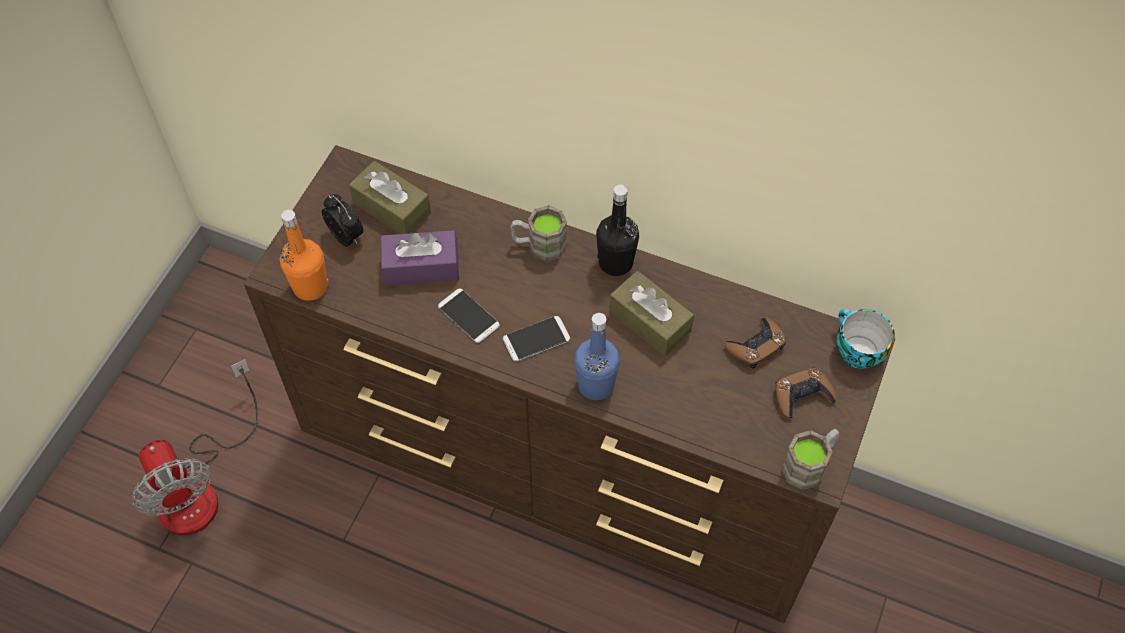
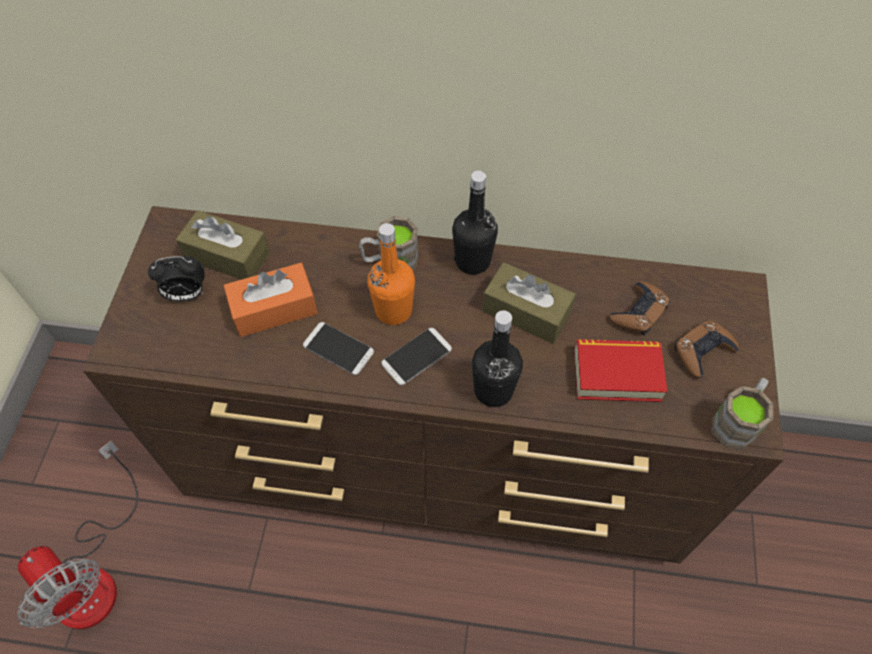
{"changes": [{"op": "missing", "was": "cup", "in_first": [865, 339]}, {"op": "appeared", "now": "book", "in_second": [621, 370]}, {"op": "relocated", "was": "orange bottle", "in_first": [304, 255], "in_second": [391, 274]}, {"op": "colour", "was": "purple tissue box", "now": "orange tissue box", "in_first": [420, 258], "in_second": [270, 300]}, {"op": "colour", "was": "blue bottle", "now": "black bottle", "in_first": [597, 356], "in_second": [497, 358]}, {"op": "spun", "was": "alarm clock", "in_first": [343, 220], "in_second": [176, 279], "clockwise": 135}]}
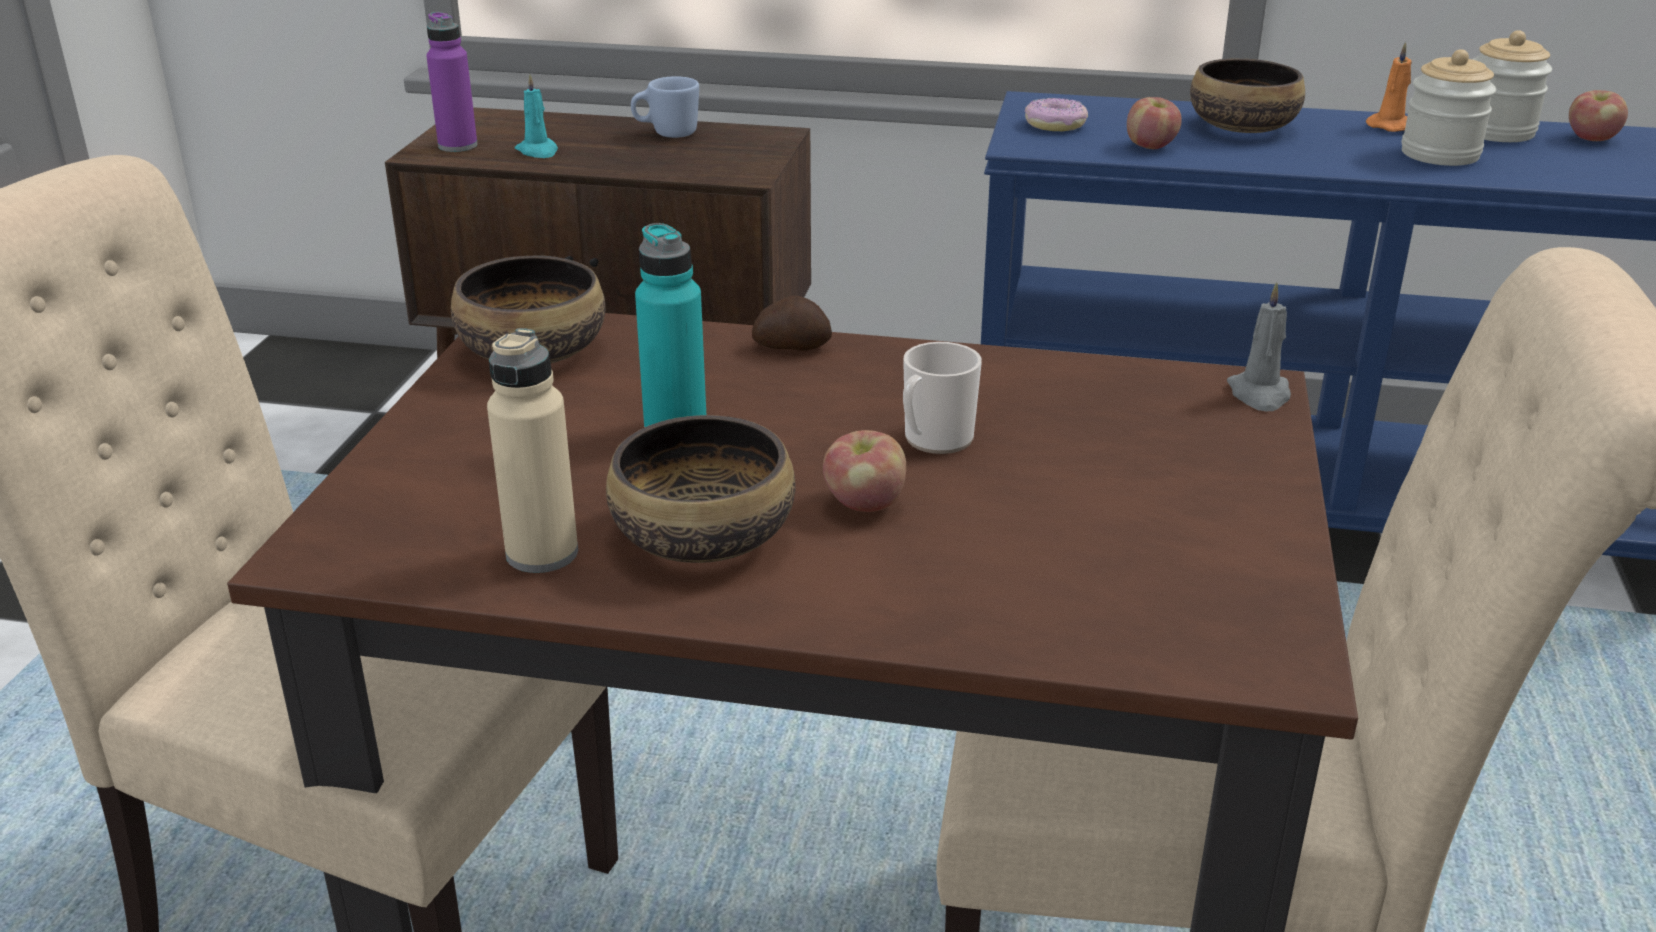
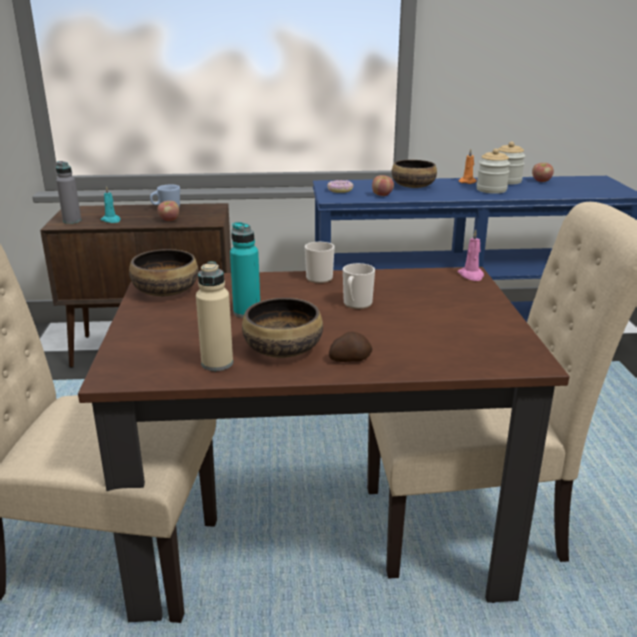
{"changes": [{"op": "appeared", "now": "mug", "in_second": [320, 262]}, {"op": "relocated", "was": "potato", "in_first": [792, 323], "in_second": [350, 347]}, {"op": "relocated", "was": "apple", "in_first": [864, 471], "in_second": [168, 211]}, {"op": "colour", "was": "purple bottle", "now": "grey bottle", "in_first": [452, 82], "in_second": [68, 192]}, {"op": "colour", "was": "grey candle", "now": "pink candle", "in_first": [1259, 346], "in_second": [471, 255]}]}
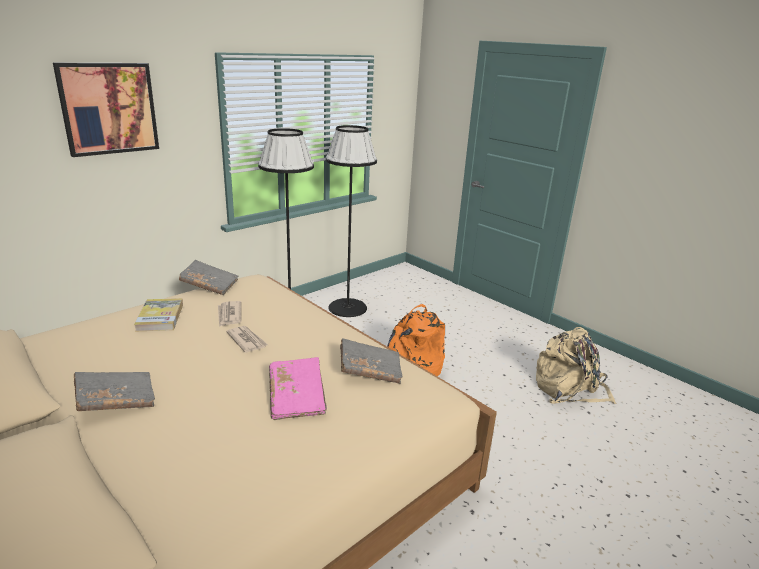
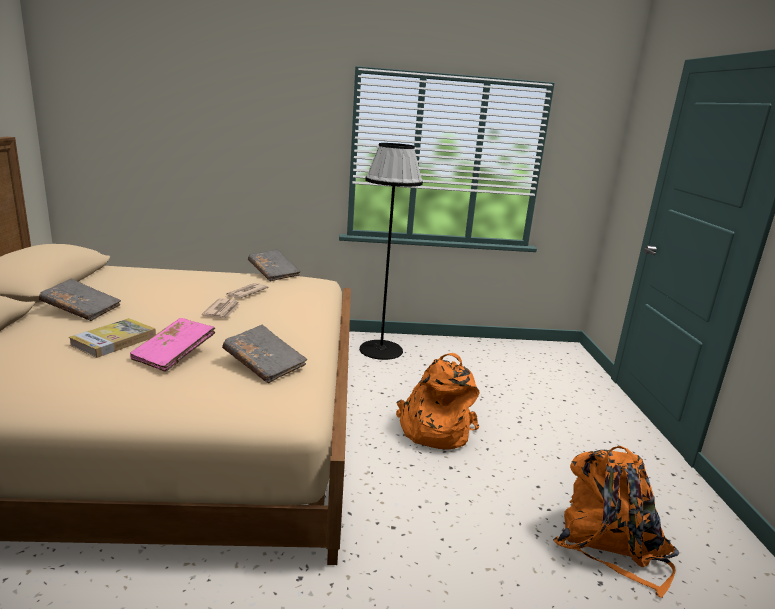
{"changes": [{"op": "missing", "was": "picture", "in_first": [106, 110]}, {"op": "missing", "was": "black floor lamp", "in_first": [351, 221]}, {"op": "relocated", "was": "book", "in_first": [158, 315], "in_second": [112, 338]}, {"op": "colour", "was": "beige backpack", "now": "orange backpack", "in_first": [576, 365], "in_second": [616, 522]}]}
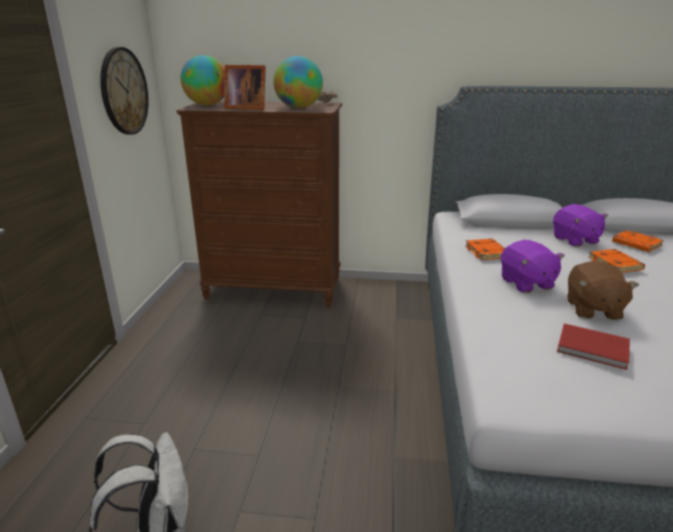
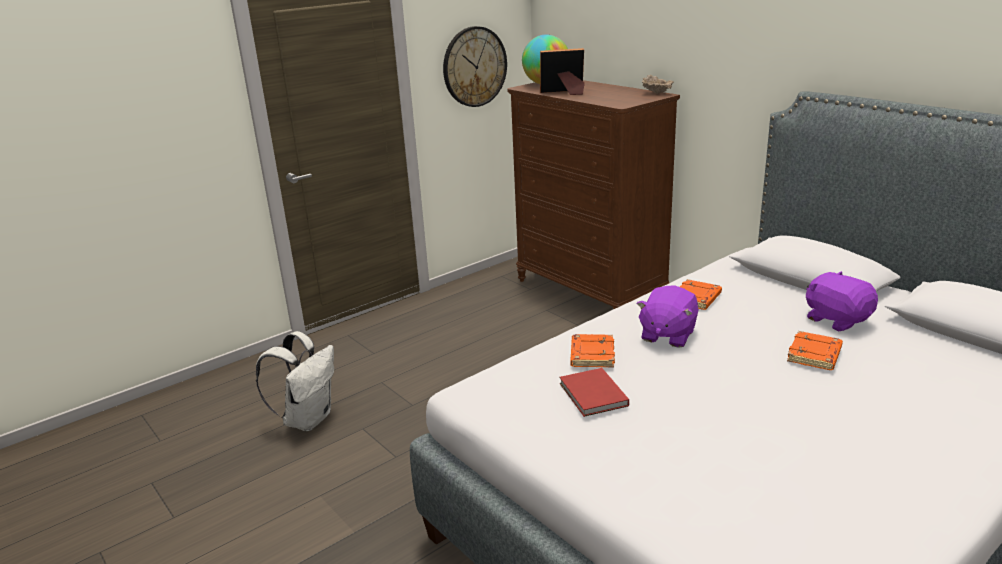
{"changes": [{"op": "missing", "was": "globe", "in_first": [298, 82]}, {"op": "missing", "was": "brown plush toy", "in_first": [603, 290]}, {"op": "relocated", "was": "orange book", "in_first": [638, 241], "in_second": [592, 351]}, {"op": "spun", "was": "picture frame", "in_first": [245, 87], "in_second": [562, 71], "clockwise": 120}, {"op": "spun", "was": "purple plush toy", "in_first": [580, 225], "in_second": [842, 301], "clockwise": 120}]}
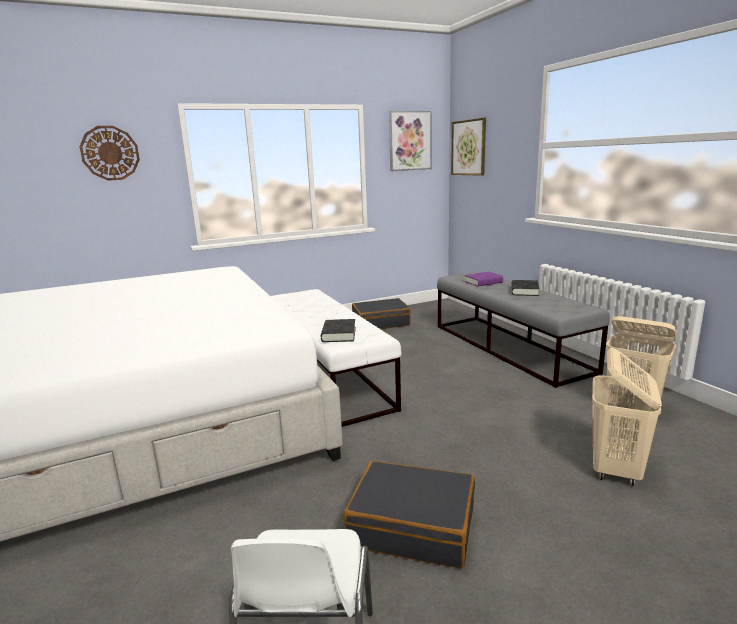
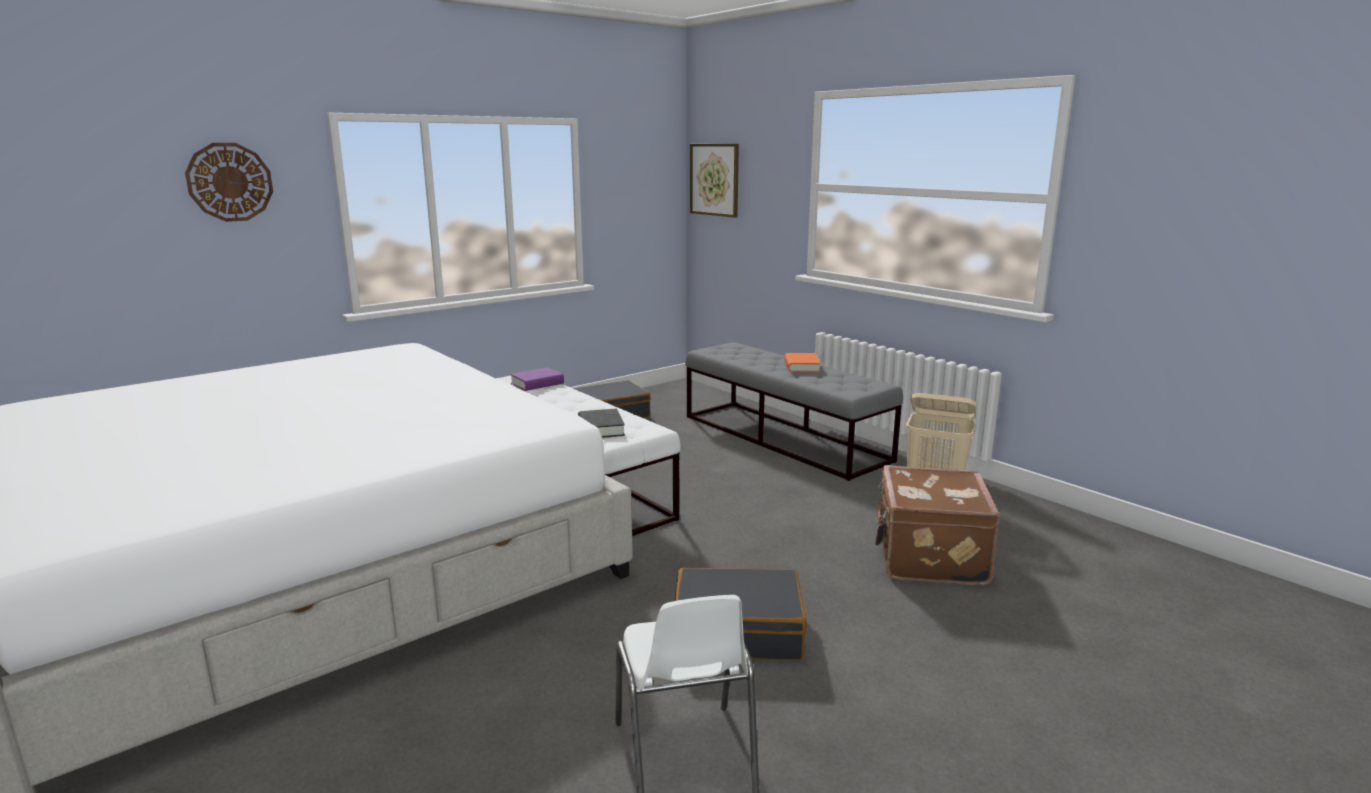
{"changes": [{"op": "missing", "was": "picture", "in_first": [410, 141]}, {"op": "relocated", "was": "purple book", "in_first": [484, 279], "in_second": [537, 379]}, {"op": "exchanged", "was": "beige laundry basket", "now": "brown suitcase", "in_first": [627, 417], "in_second": [937, 525]}, {"op": "colour", "was": "black book", "now": "orange book", "in_first": [525, 288], "in_second": [802, 362]}]}
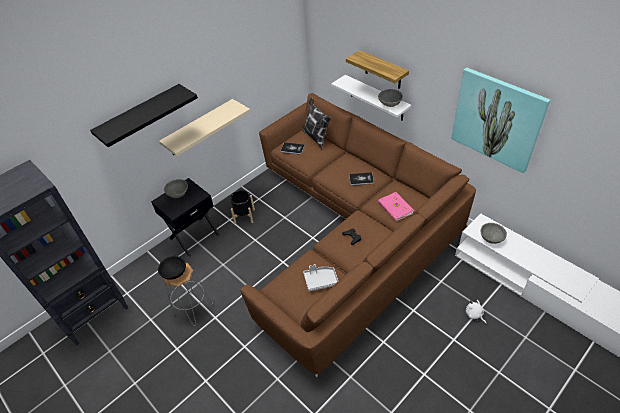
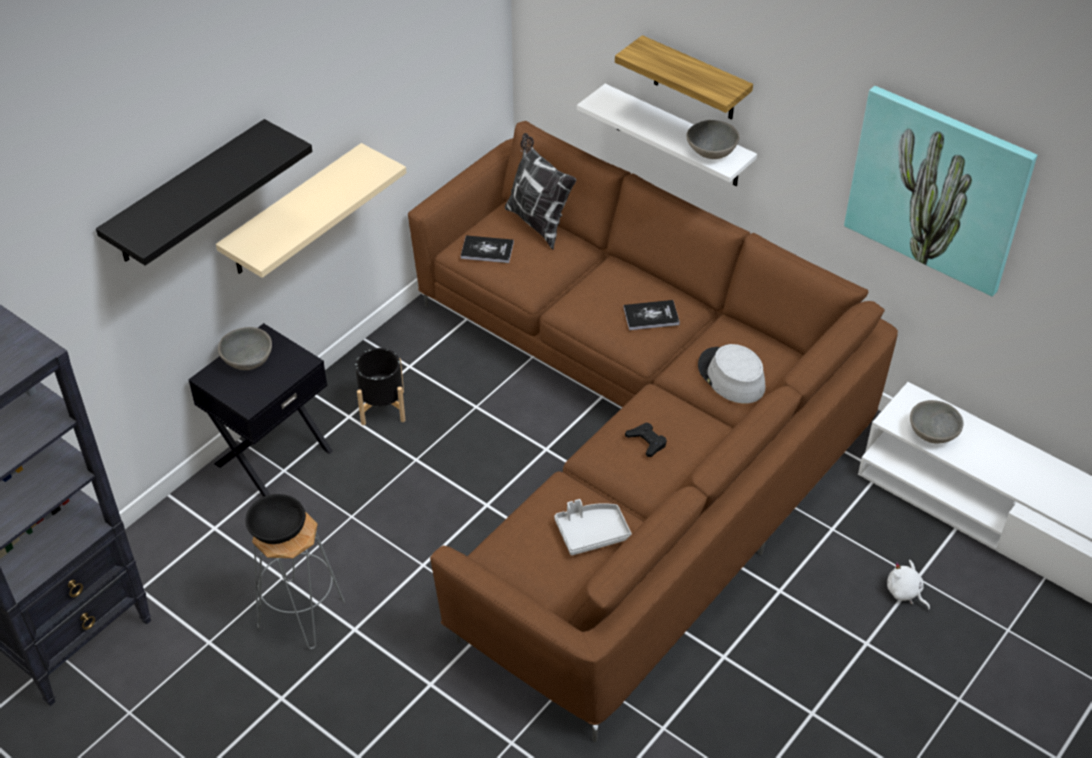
{"changes": [{"op": "exchanged", "was": "pink book", "now": "grey hat", "in_first": [396, 207], "in_second": [731, 374]}]}
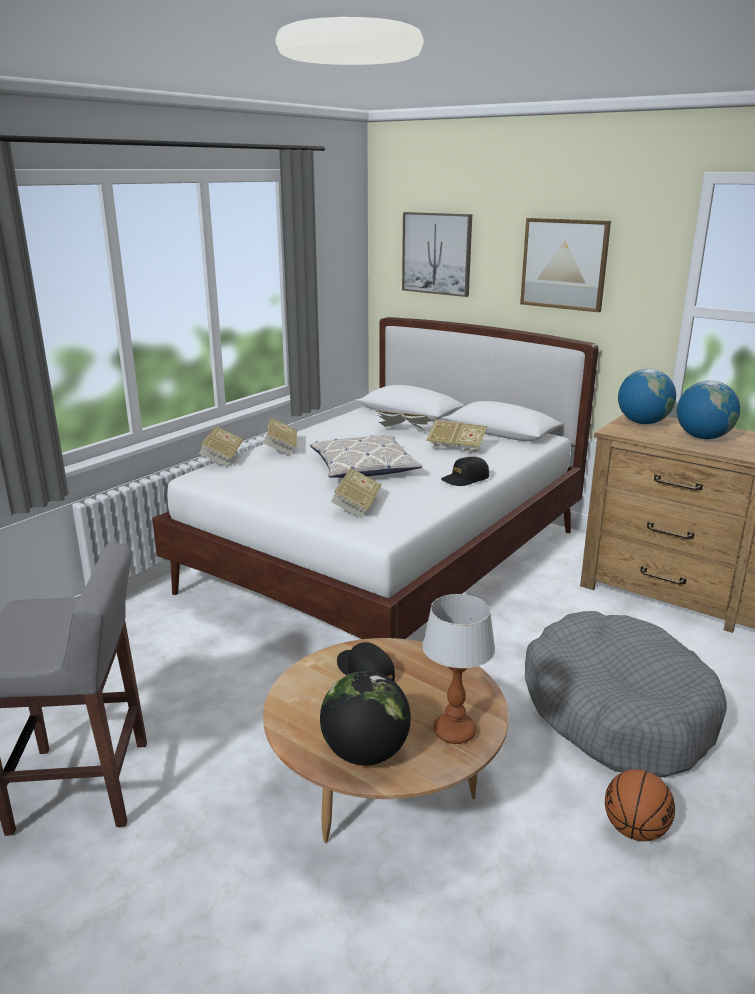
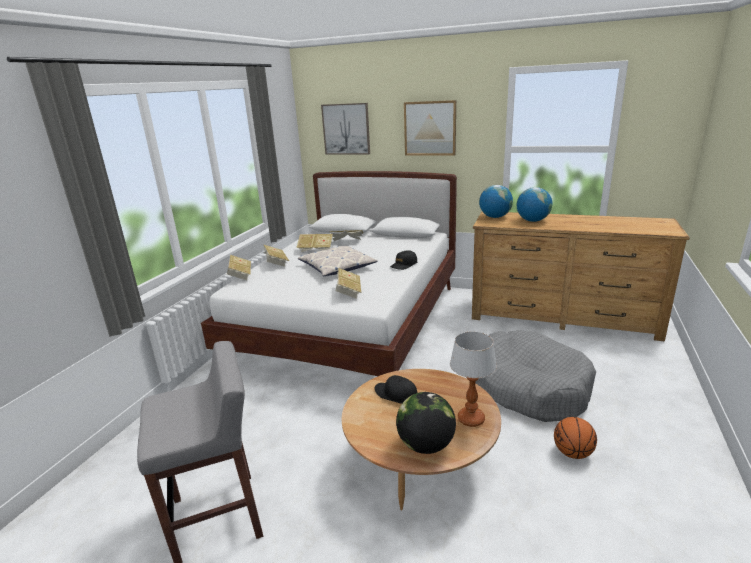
{"changes": [{"op": "relocated", "was": "book", "in_first": [456, 437], "in_second": [314, 243]}]}
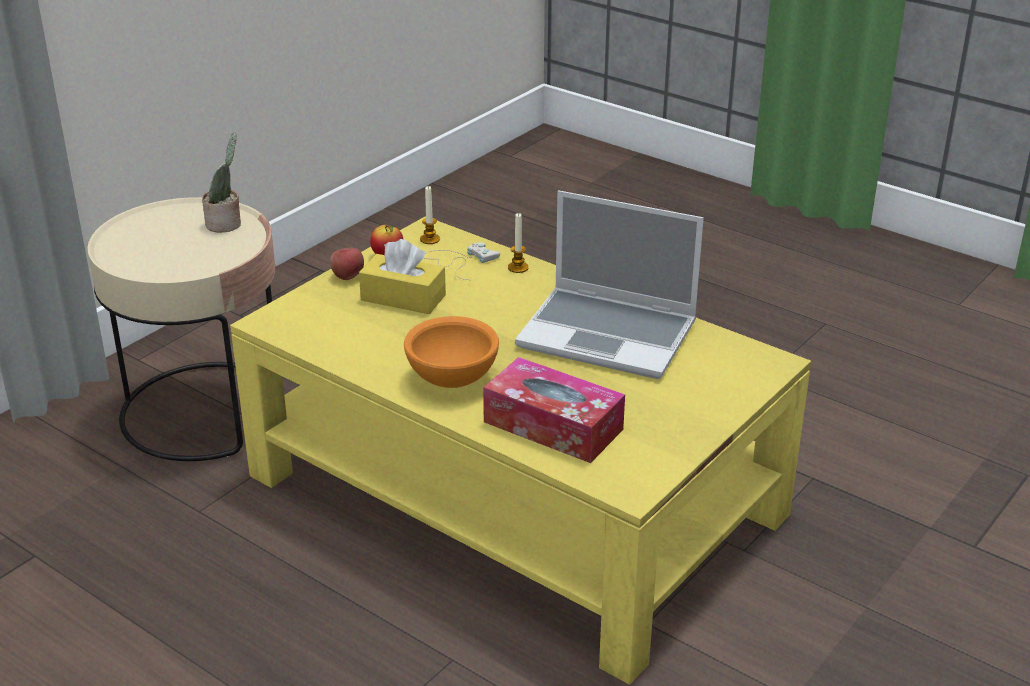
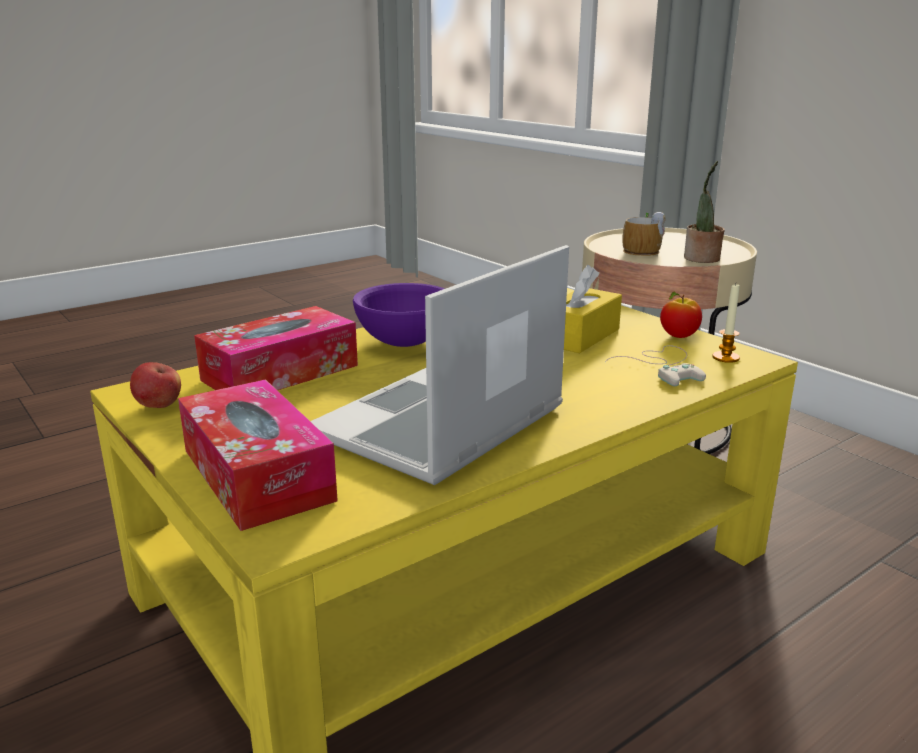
{"changes": [{"op": "missing", "was": "candle", "in_first": [518, 243]}, {"op": "appeared", "now": "tissue box", "in_second": [258, 455]}, {"op": "appeared", "now": "mug", "in_second": [644, 233]}, {"op": "relocated", "was": "apple", "in_first": [347, 264], "in_second": [155, 385]}, {"op": "colour", "was": "orange bowl", "now": "purple bowl", "in_first": [451, 352], "in_second": [398, 315]}]}
